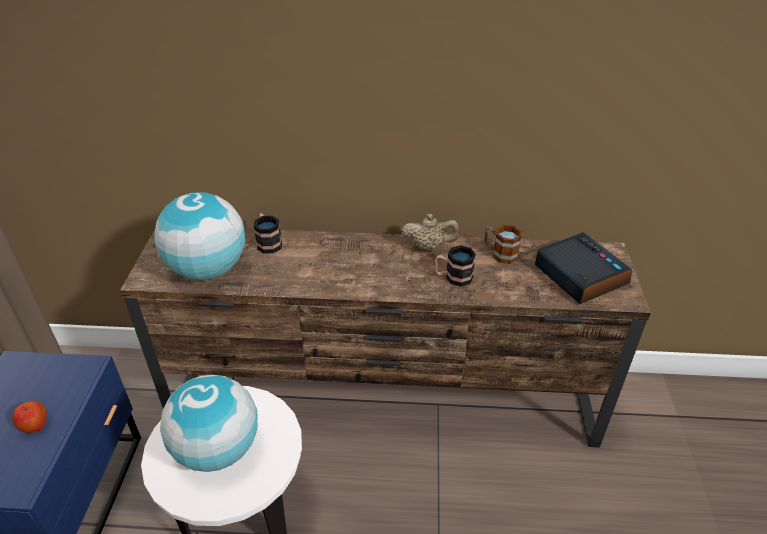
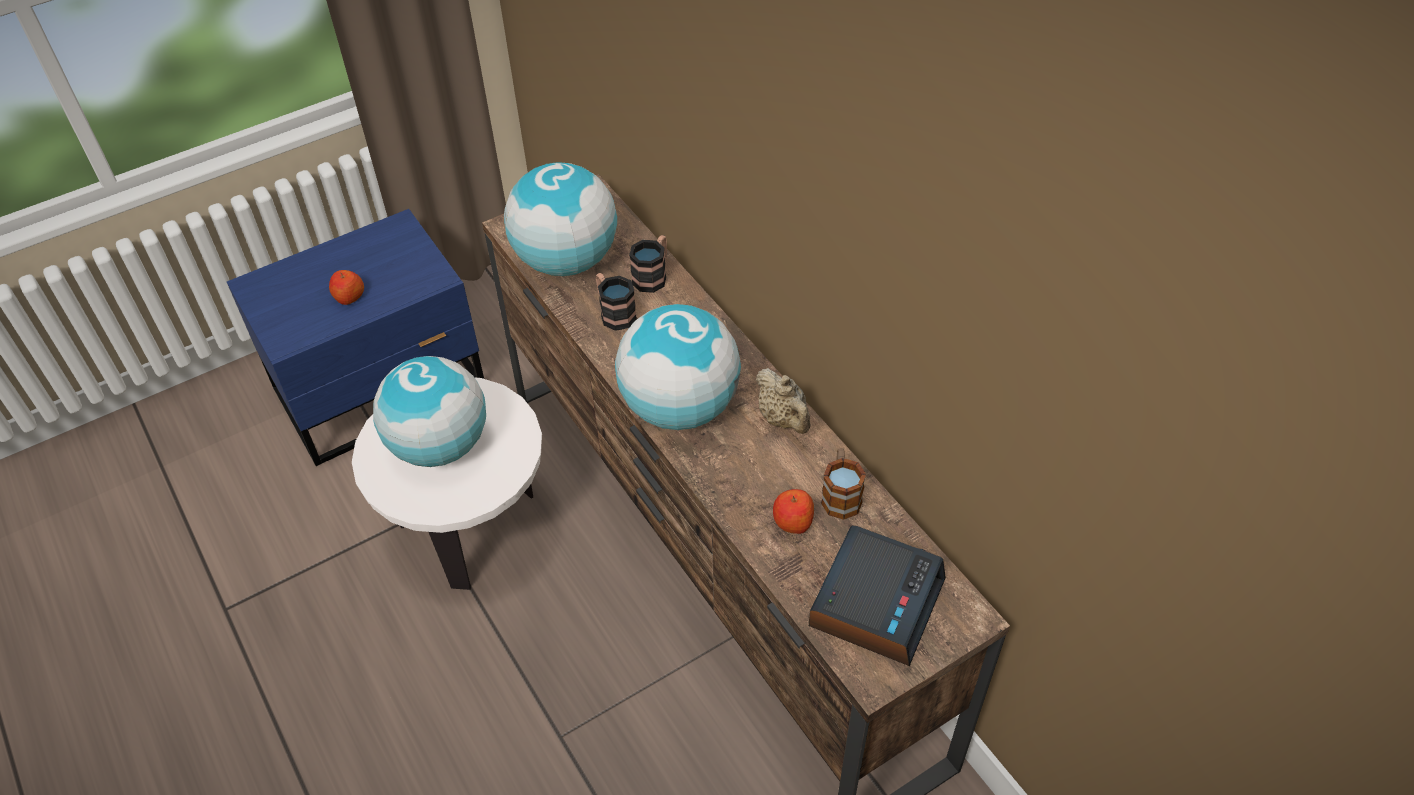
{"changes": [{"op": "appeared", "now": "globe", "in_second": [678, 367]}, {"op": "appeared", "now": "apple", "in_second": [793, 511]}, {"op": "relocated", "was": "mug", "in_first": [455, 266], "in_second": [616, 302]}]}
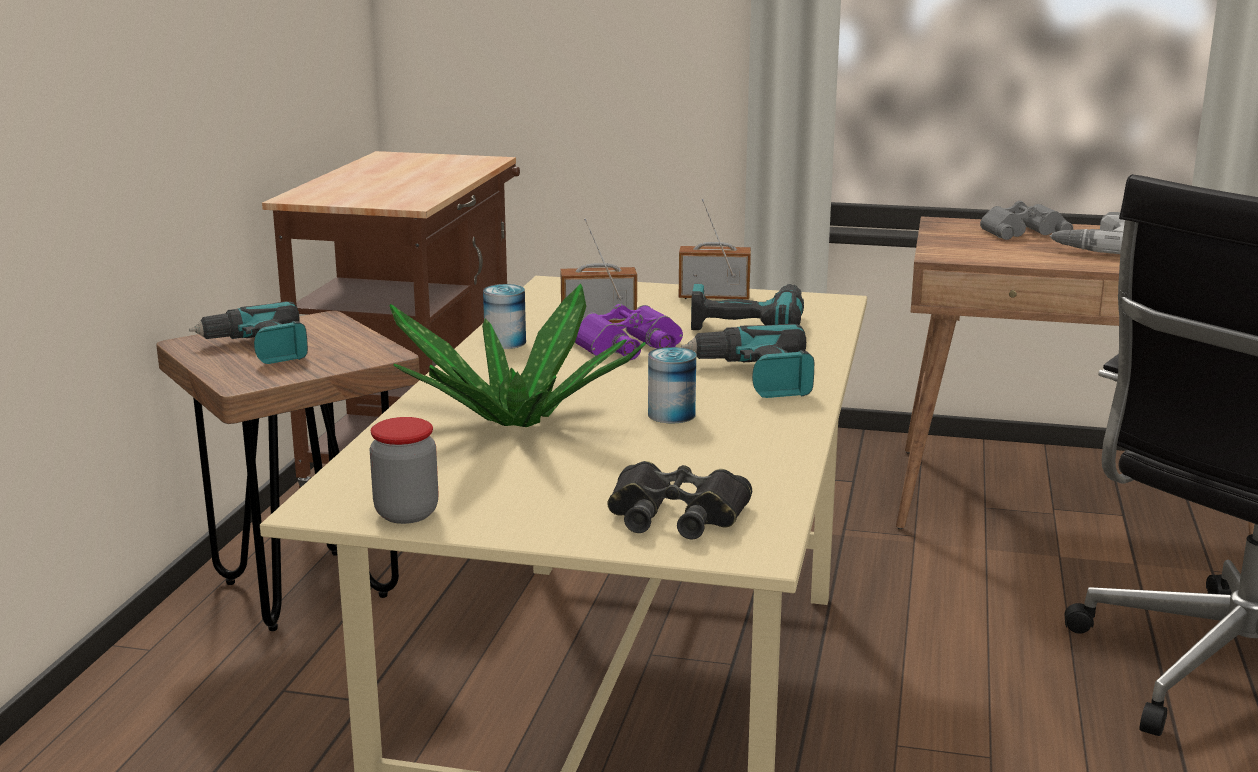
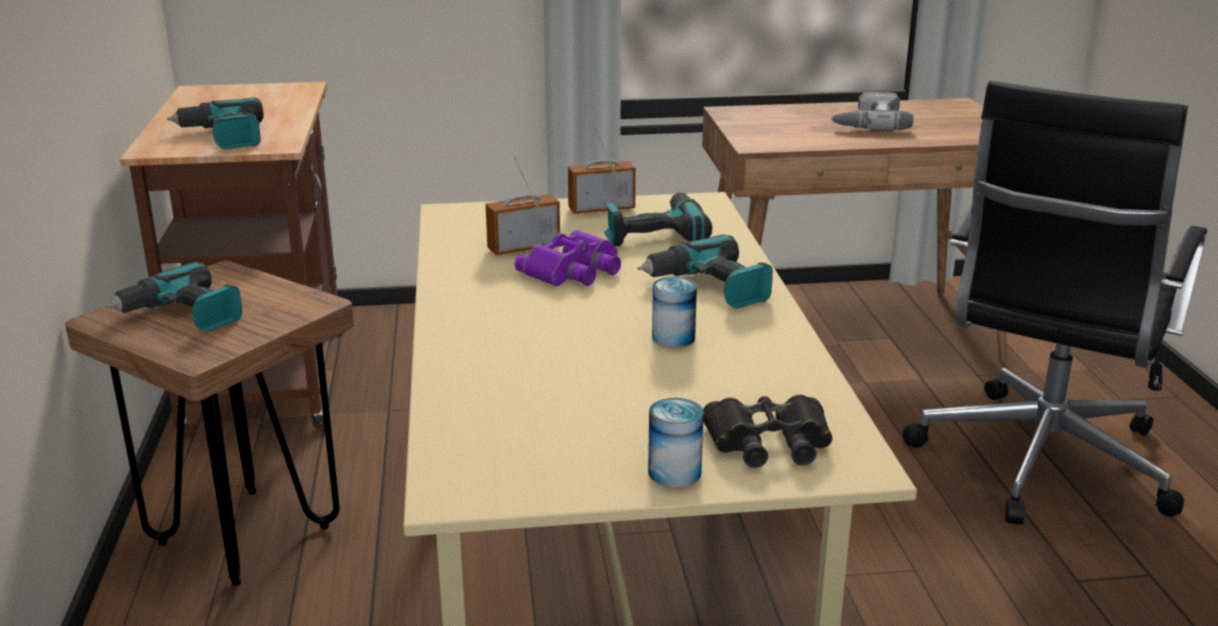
{"changes": [{"op": "missing", "was": "jar", "in_first": [404, 470]}, {"op": "missing", "was": "potted plant", "in_first": [517, 355]}, {"op": "missing", "was": "grey binoculars", "in_first": [1026, 220]}, {"op": "appeared", "now": "power drill", "in_second": [215, 123]}, {"op": "relocated", "was": "can", "in_first": [504, 316], "in_second": [676, 442]}]}
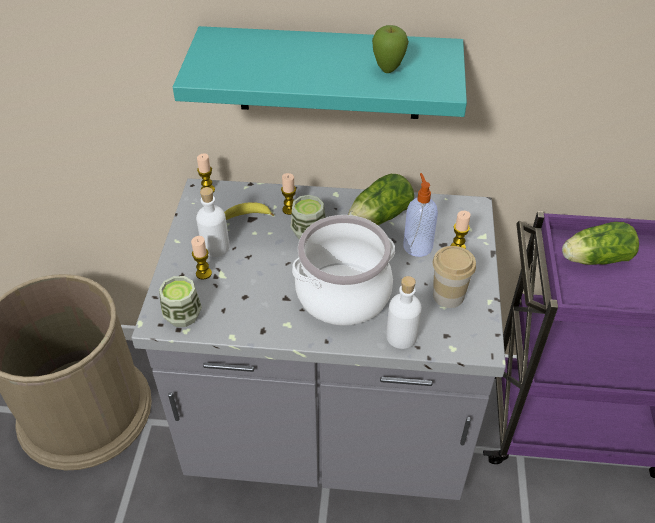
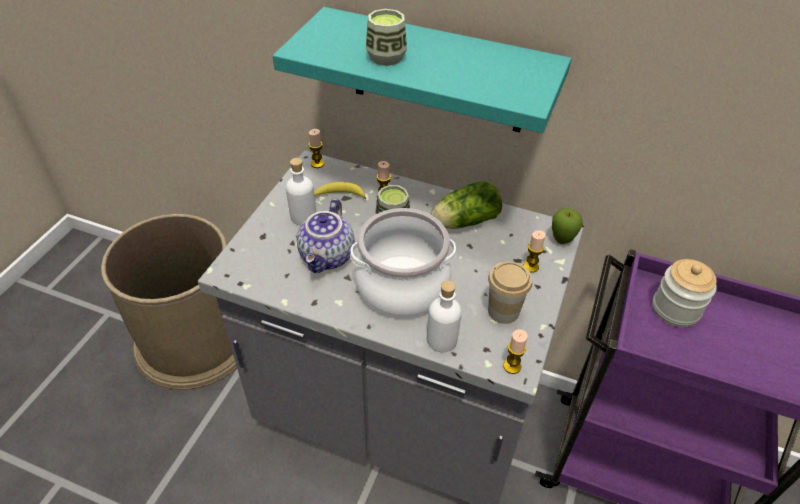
{"changes": [{"op": "missing", "was": "soap dispenser", "in_first": [420, 215]}, {"op": "appeared", "now": "teapot", "in_second": [326, 235]}, {"op": "relocated", "was": "cup", "in_first": [180, 301], "in_second": [386, 37]}, {"op": "relocated", "was": "candle", "in_first": [201, 258], "in_second": [515, 351]}, {"op": "relocated", "was": "apple", "in_first": [390, 49], "in_second": [567, 226]}, {"op": "exchanged", "was": "lettuce", "now": "jar", "in_first": [600, 243], "in_second": [684, 293]}]}
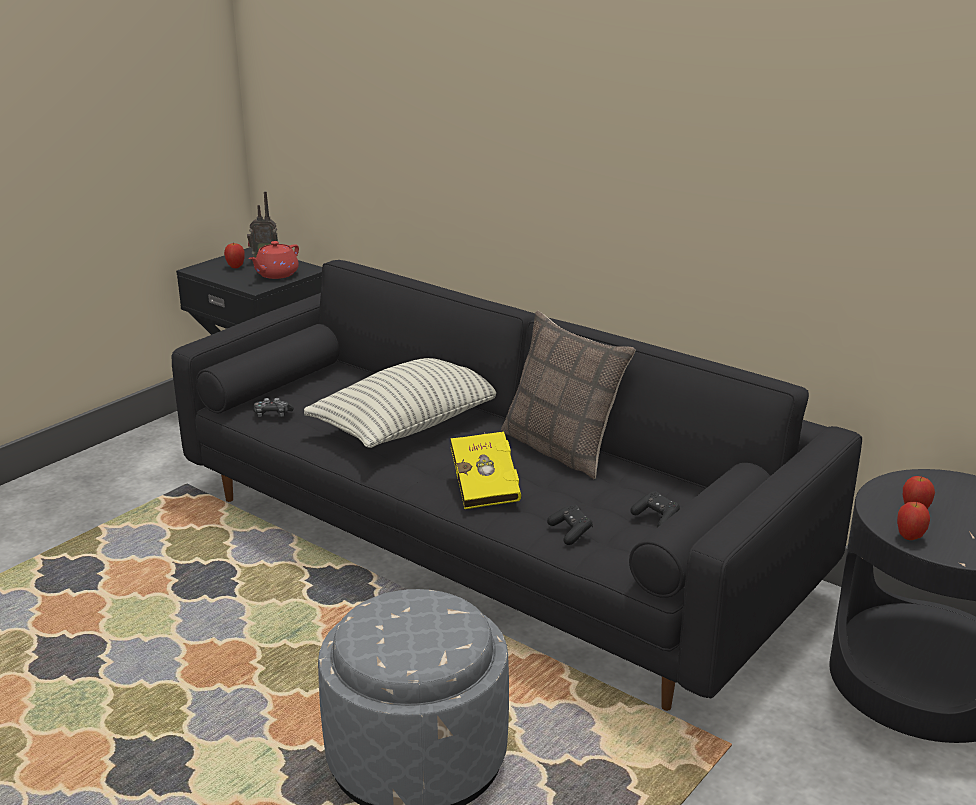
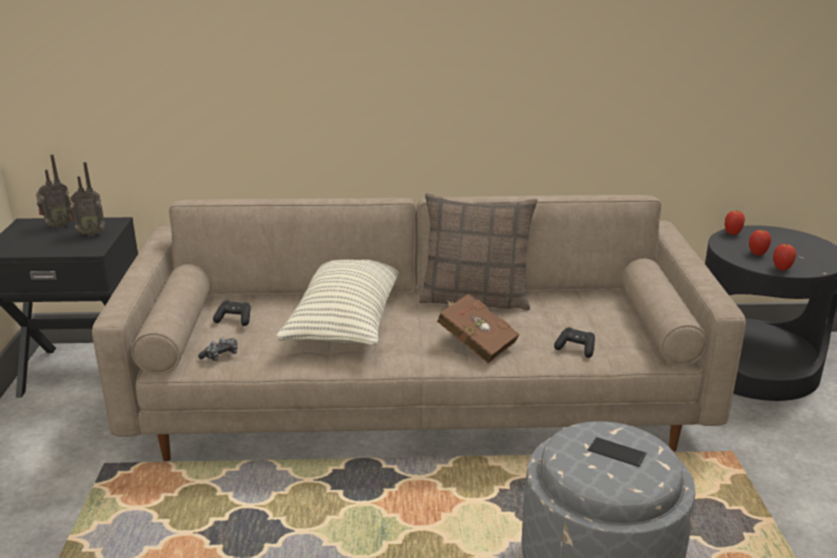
{"changes": [{"op": "appeared", "now": "phone", "in_second": [617, 452]}, {"op": "relocated", "was": "apple", "in_first": [234, 255], "in_second": [735, 223]}, {"op": "relocated", "was": "black game controller", "in_first": [655, 509], "in_second": [232, 313]}, {"op": "exchanged", "was": "red teapot", "now": "radio", "in_first": [274, 260], "in_second": [86, 199]}, {"op": "colour", "was": "black sofa", "now": "beige sofa", "in_first": [517, 485], "in_second": [419, 328]}, {"op": "colour", "was": "yellow book", "now": "brown book", "in_first": [486, 470], "in_second": [478, 328]}]}
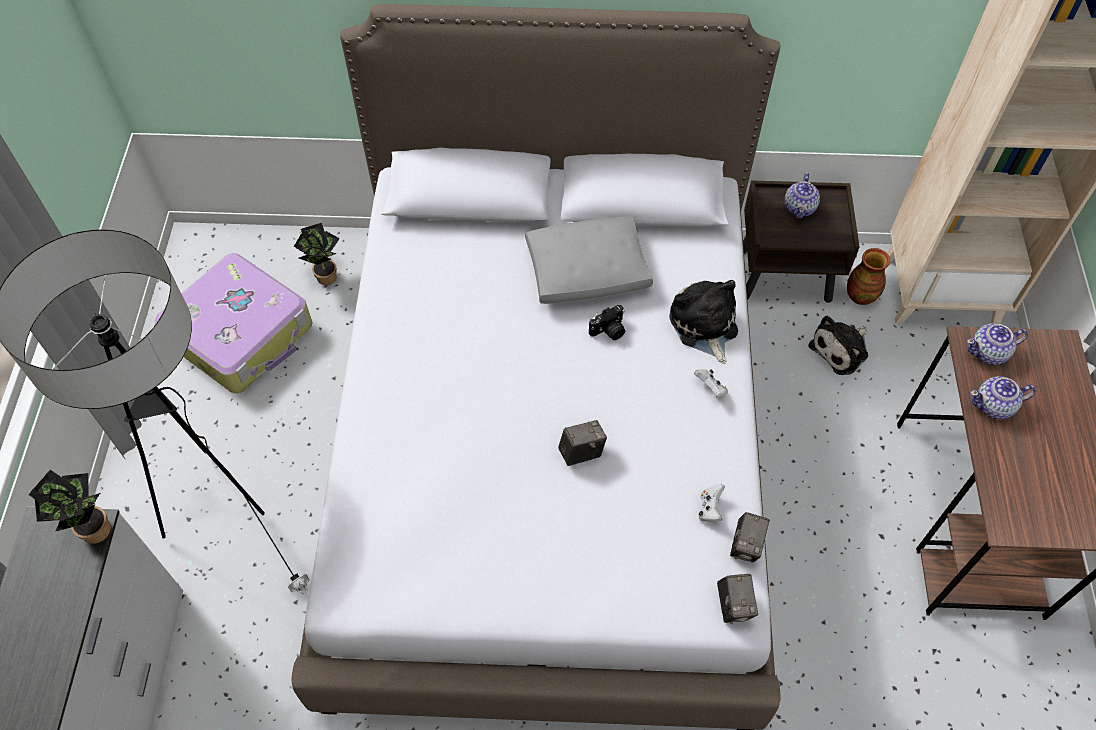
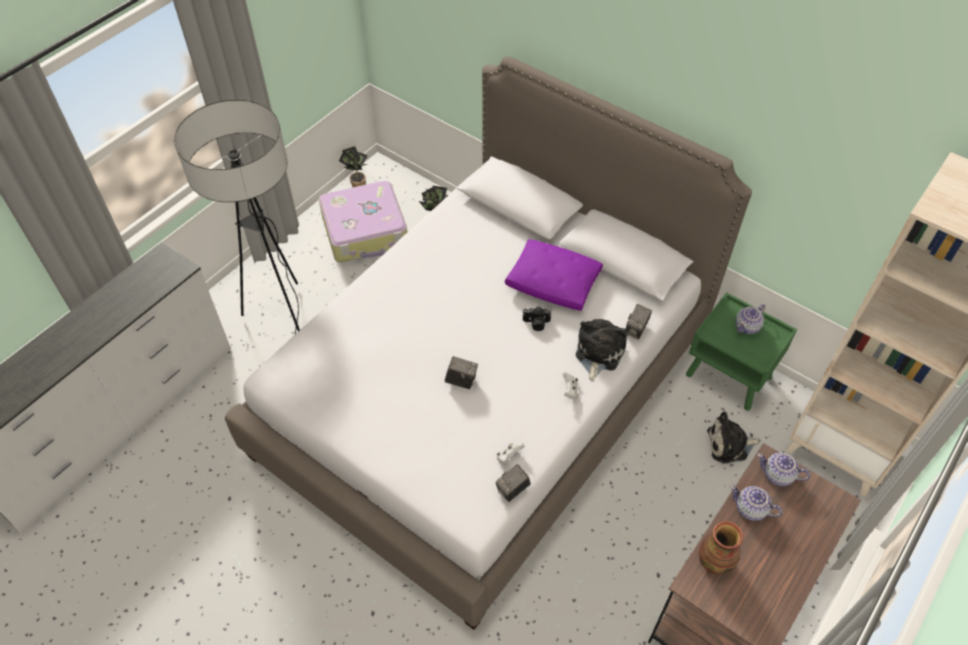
{"changes": [{"op": "relocated", "was": "potted plant", "in_first": [69, 507], "in_second": [353, 166]}, {"op": "relocated", "was": "photo camera", "in_first": [737, 599], "in_second": [639, 322]}, {"op": "relocated", "was": "vase", "in_first": [868, 276], "in_second": [721, 548]}, {"op": "colour", "was": "grey pillow", "now": "purple pillow", "in_first": [589, 260], "in_second": [554, 275]}, {"op": "colour", "was": "brown nightstand", "now": "green nightstand", "in_first": [801, 241], "in_second": [741, 351]}]}
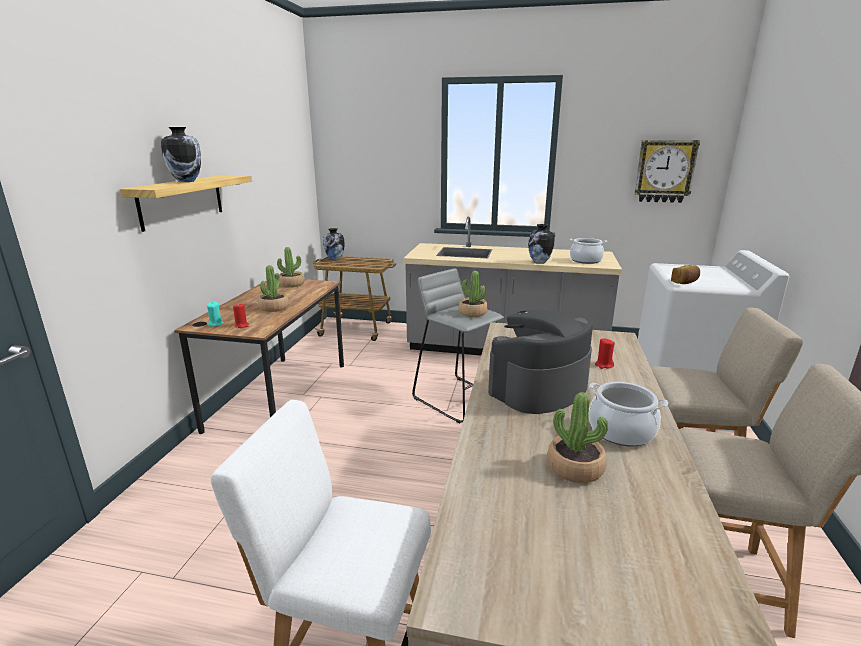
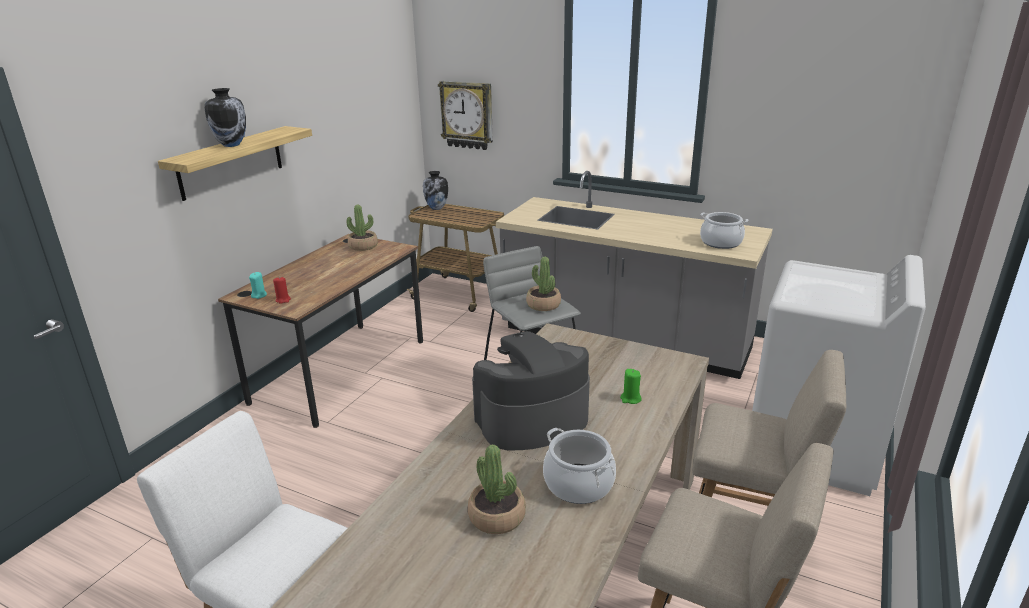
{"changes": [{"op": "missing", "was": "potted plant", "in_first": [273, 288]}, {"op": "missing", "was": "vase", "in_first": [541, 244]}, {"op": "missing", "was": "bread", "in_first": [685, 274]}, {"op": "relocated", "was": "wall clock", "in_first": [667, 171], "in_second": [465, 115]}, {"op": "colour", "was": "red candle", "now": "green candle", "in_first": [605, 353], "in_second": [631, 386]}]}
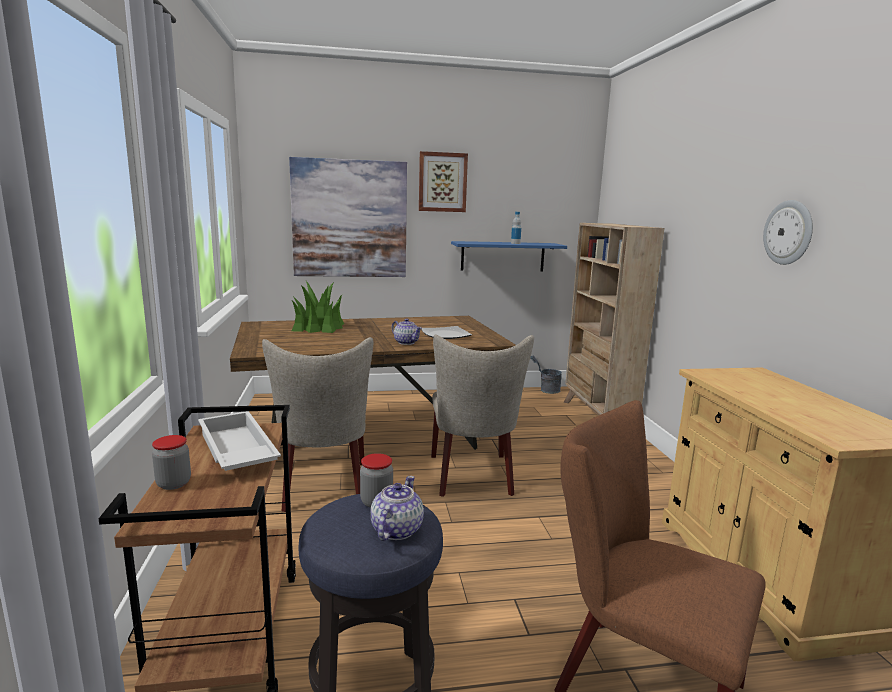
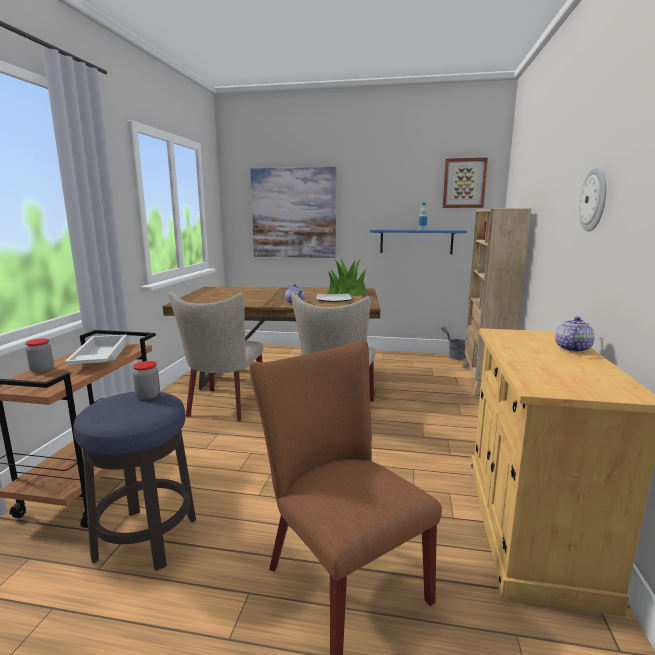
{"changes": [{"op": "relocated", "was": "potted plant", "in_first": [318, 307], "in_second": [347, 276]}, {"op": "relocated", "was": "teapot", "in_first": [397, 508], "in_second": [575, 334]}, {"op": "relocated", "was": "picture", "in_first": [443, 181], "in_second": [465, 183]}]}
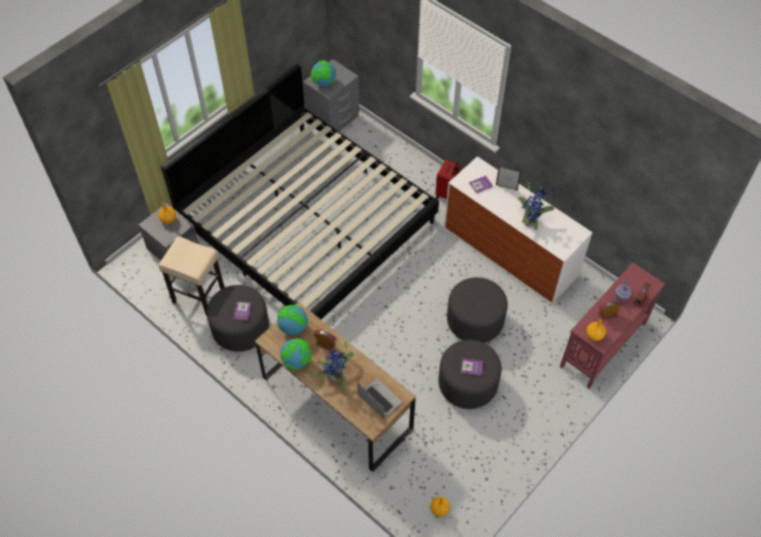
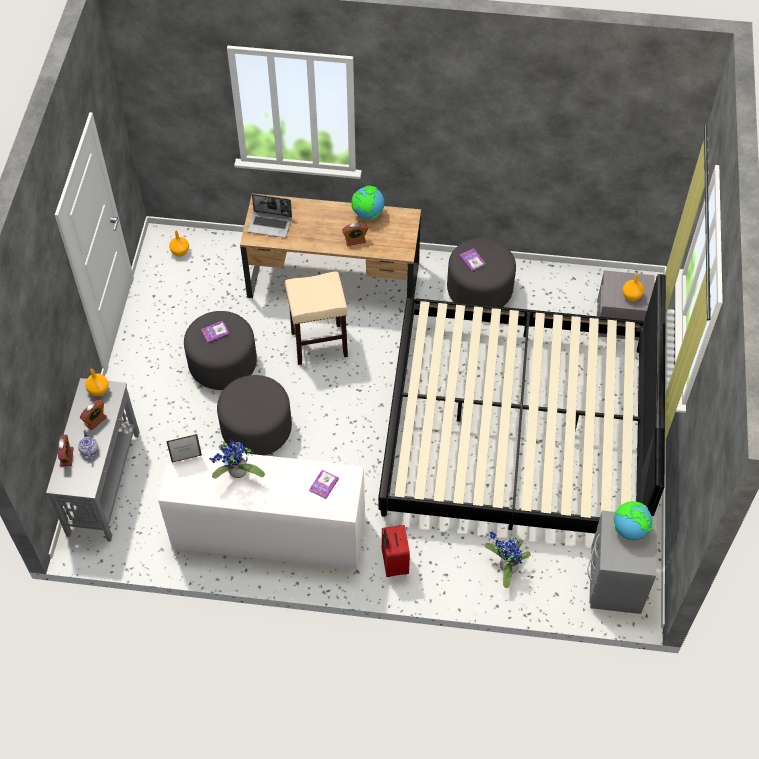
{"changes": [{"op": "missing", "was": "globe", "in_first": [292, 320]}, {"op": "relocated", "was": "beige stool", "in_first": [191, 276], "in_second": [316, 318]}, {"op": "relocated", "was": "potted plant", "in_first": [333, 364], "in_second": [507, 559]}, {"op": "relocated", "was": "picture frame", "in_first": [508, 178], "in_second": [184, 448]}, {"op": "colour", "was": "red console table", "now": "grey console table", "in_first": [612, 325], "in_second": [92, 460]}]}
